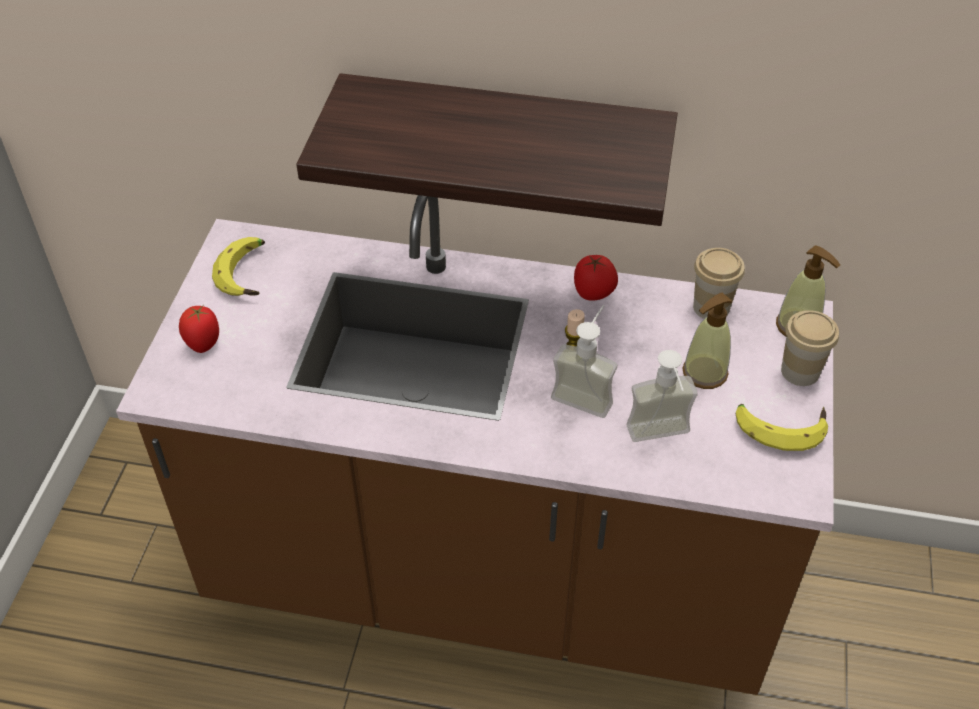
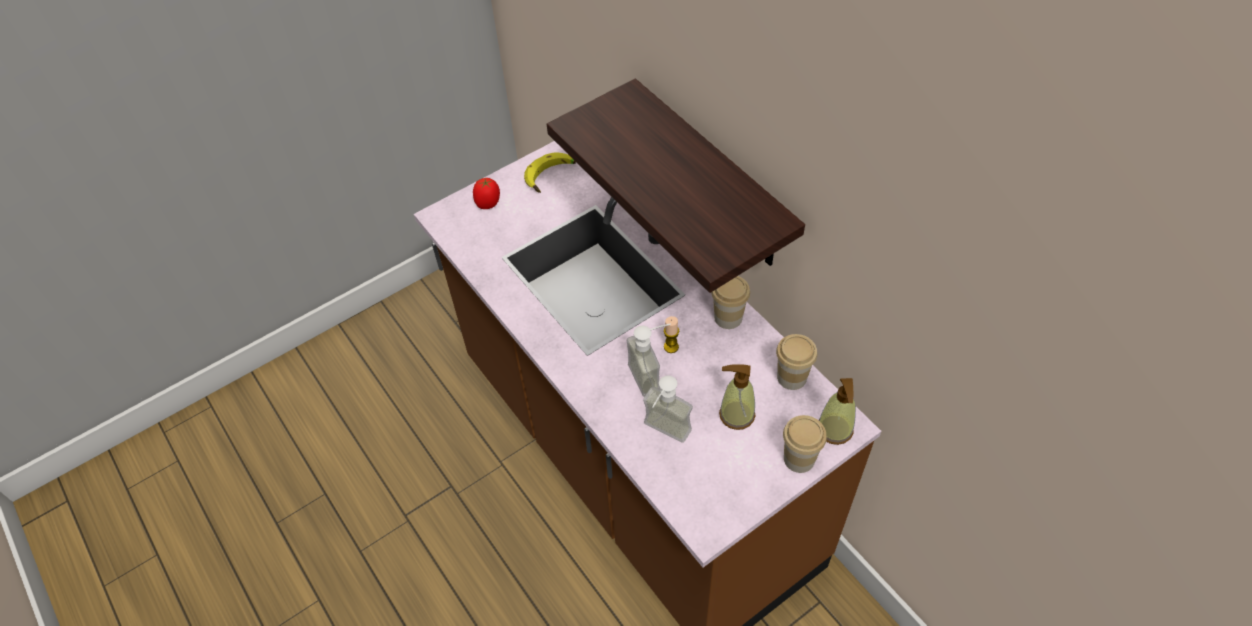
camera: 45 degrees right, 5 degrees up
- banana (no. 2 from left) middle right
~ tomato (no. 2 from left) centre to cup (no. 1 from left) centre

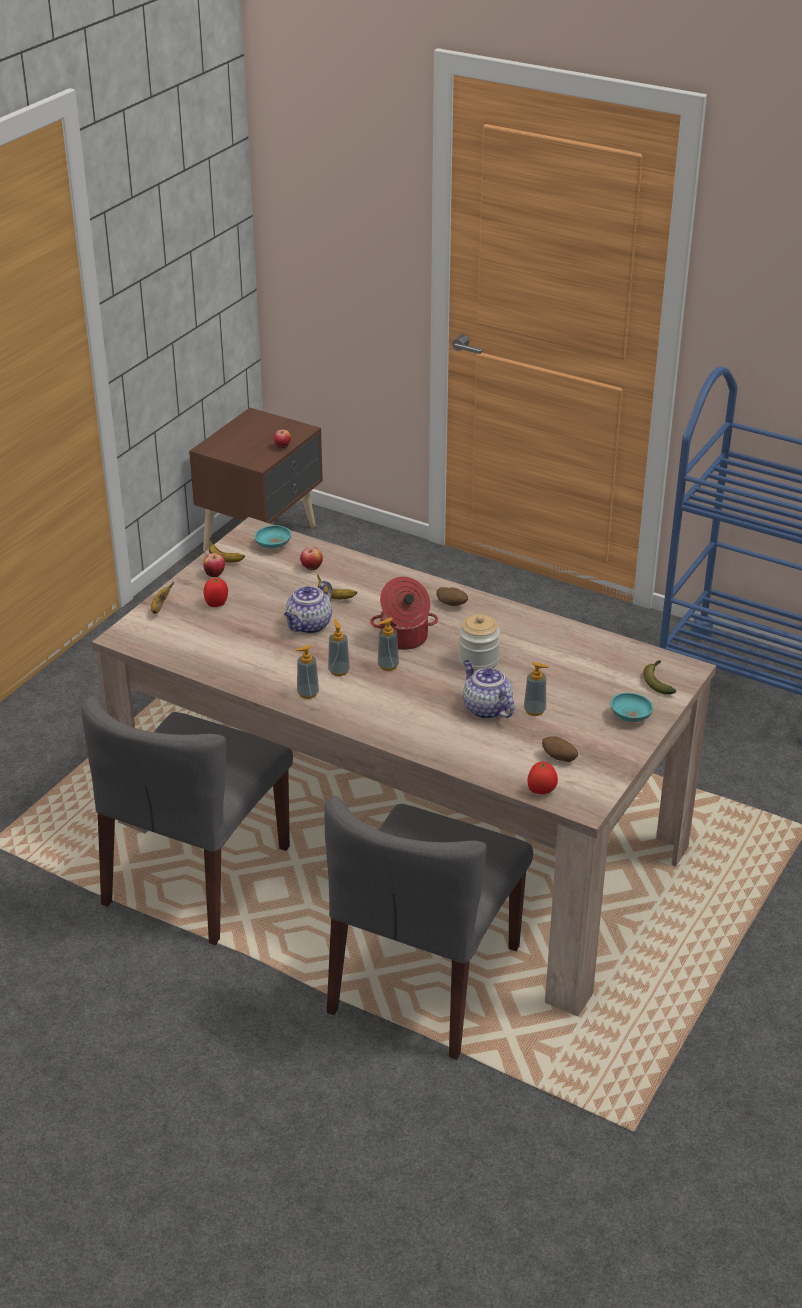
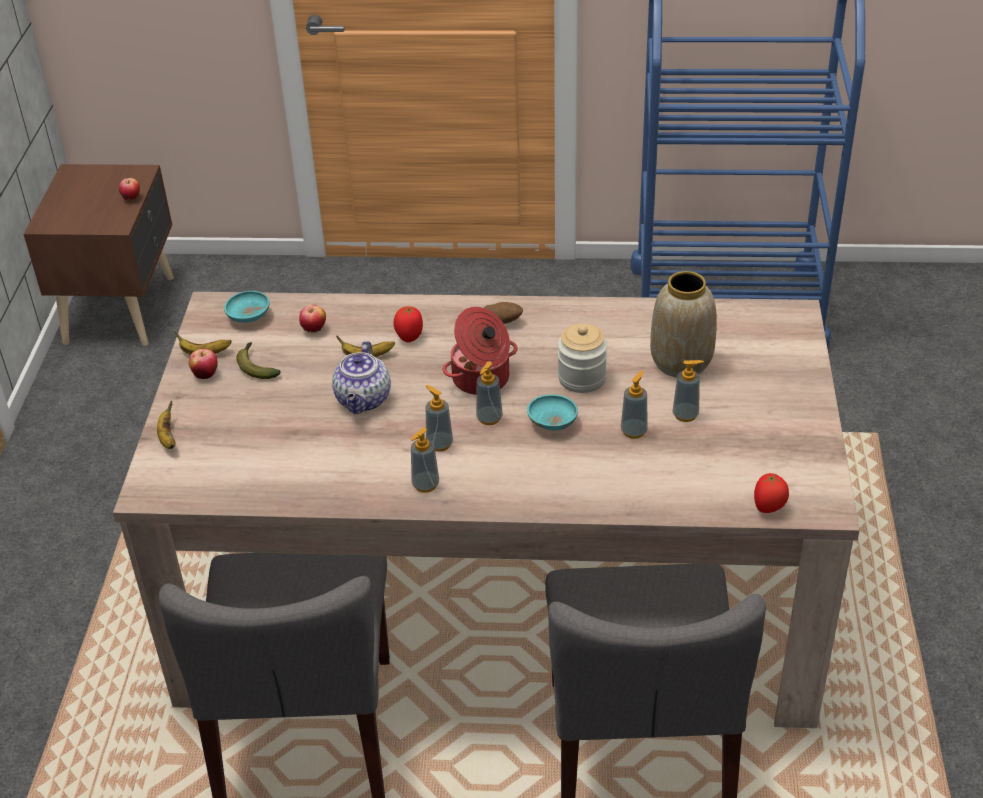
camera: 25 degrees left, 5 degrees up
- potato (no. 2 from left) middle right
+ vase middle right
~ tomato (no. 1 from left) middle left to centre
~ turquoise bowl (no. 2 from left) middle right to centre
~ banana (no. 4 from left in the first image) middle right to banana (no. 3 from left) middle left
~ teapot (no. 2 from left) centre to soap dispenser (no. 4 from left) centre

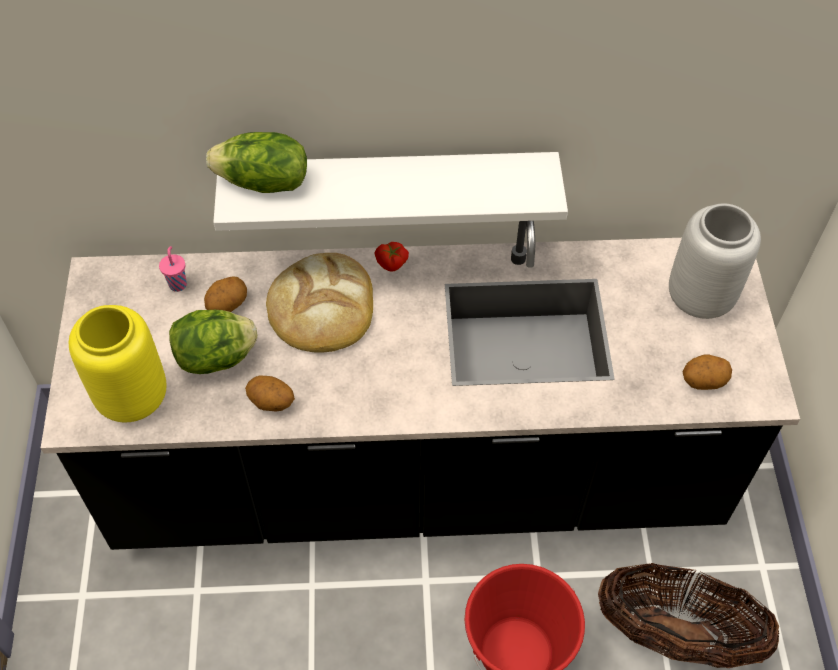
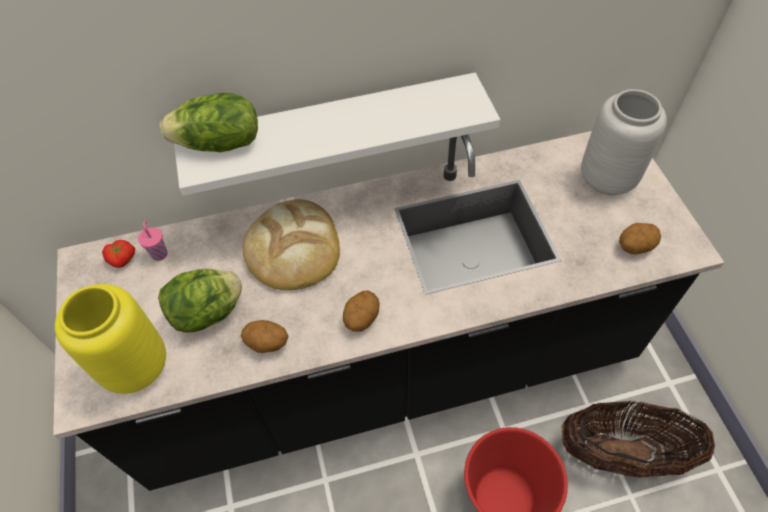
camera: 10 degrees left, 0 degrees up
~ potato (no. 1 from left in the first image) middle left to potato (no. 2 from left) centre
~ tomato centre to middle left

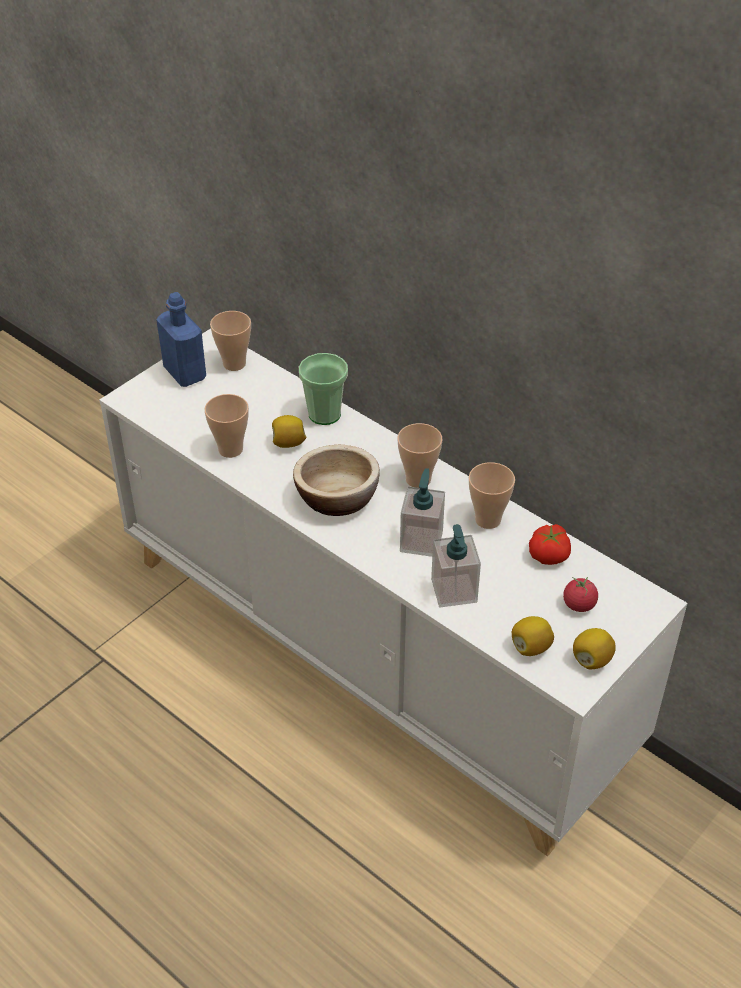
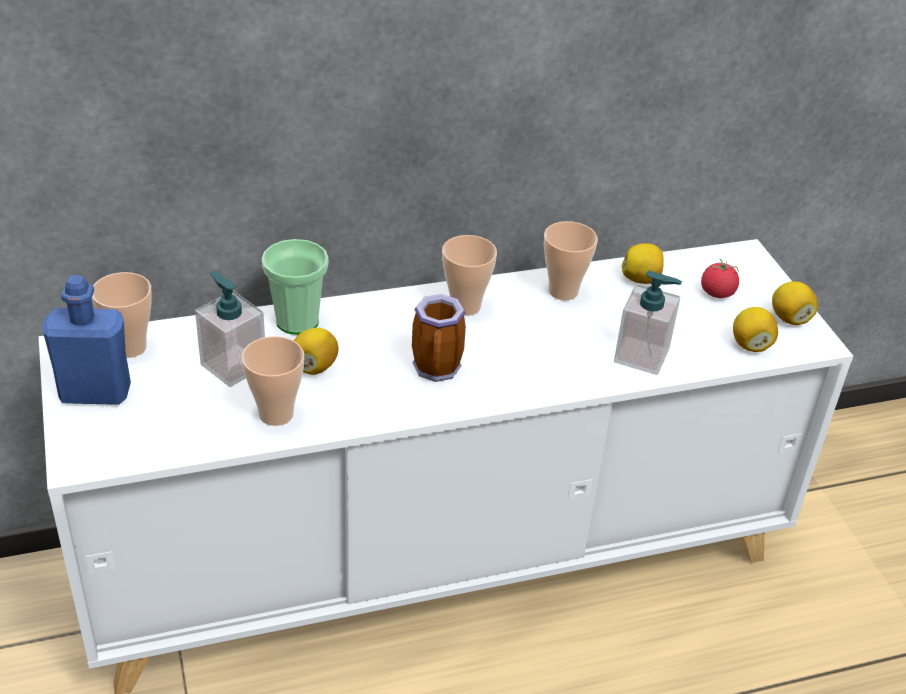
camera: 60 degrees left, 5 degrees down
~ soap dispenser (no. 1 from left) centre to middle left
~ bowl centre to mug centre
~ tomato (no. 1 from left) middle right to lemon (no. 2 from left) middle right

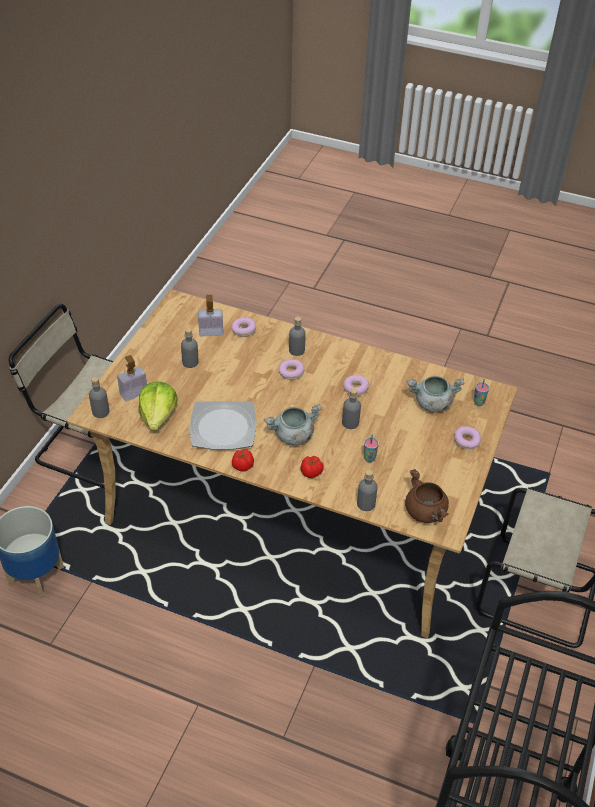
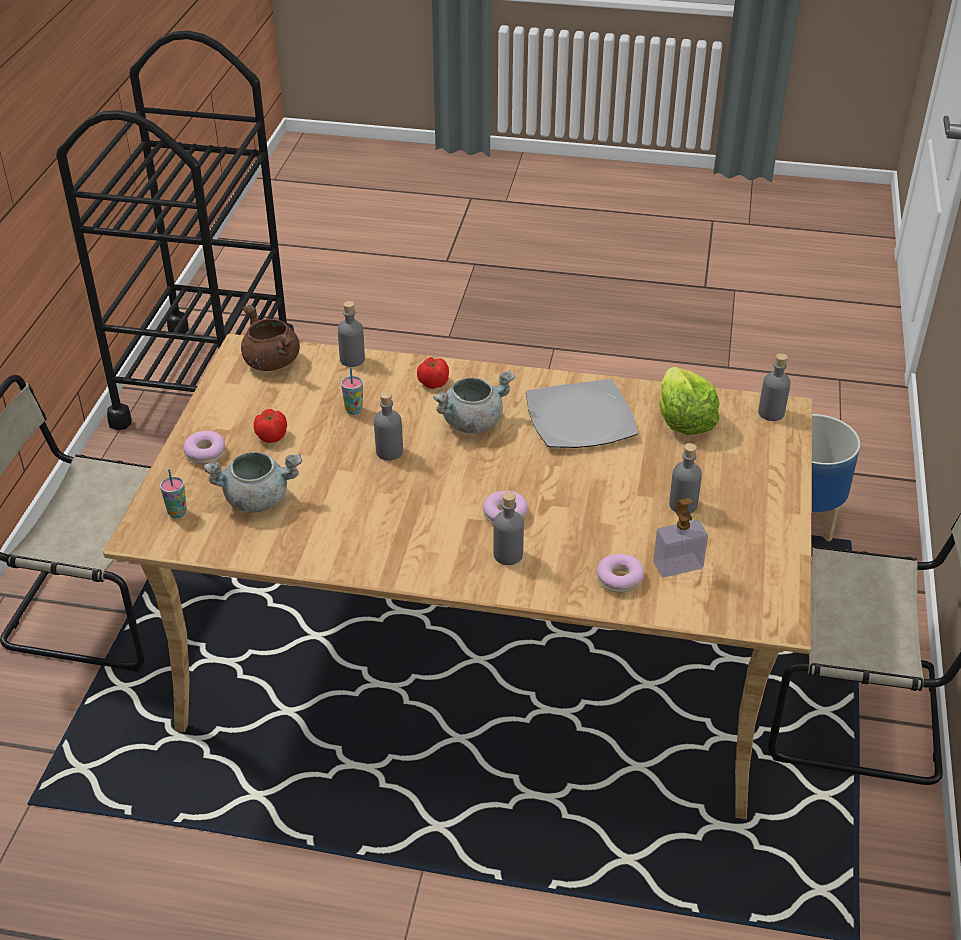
camera: 170 degrees right, 5 degrees down
- soap dispenser (no. 1 from left) middle left
- donut (no. 3 from left) centre
~ tomato (no. 1 from left) centre to middle left

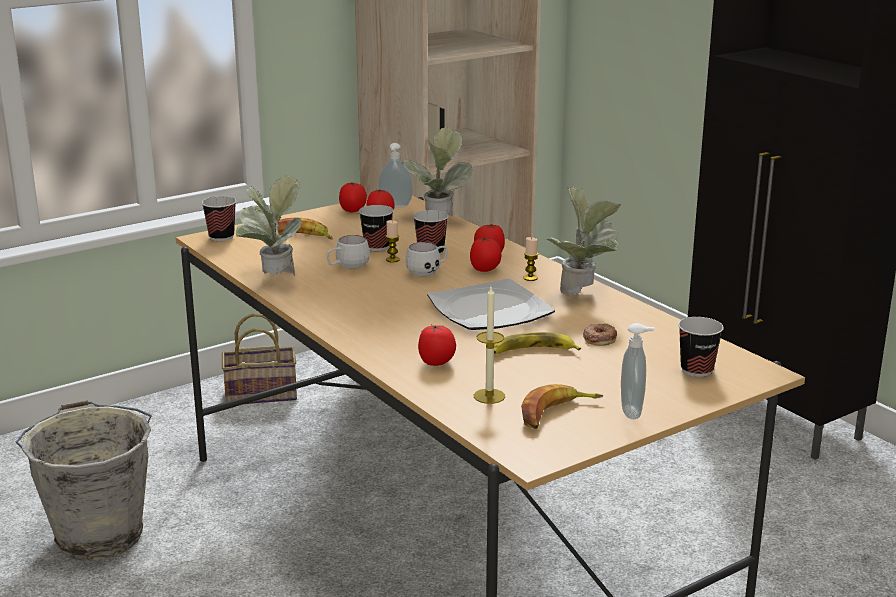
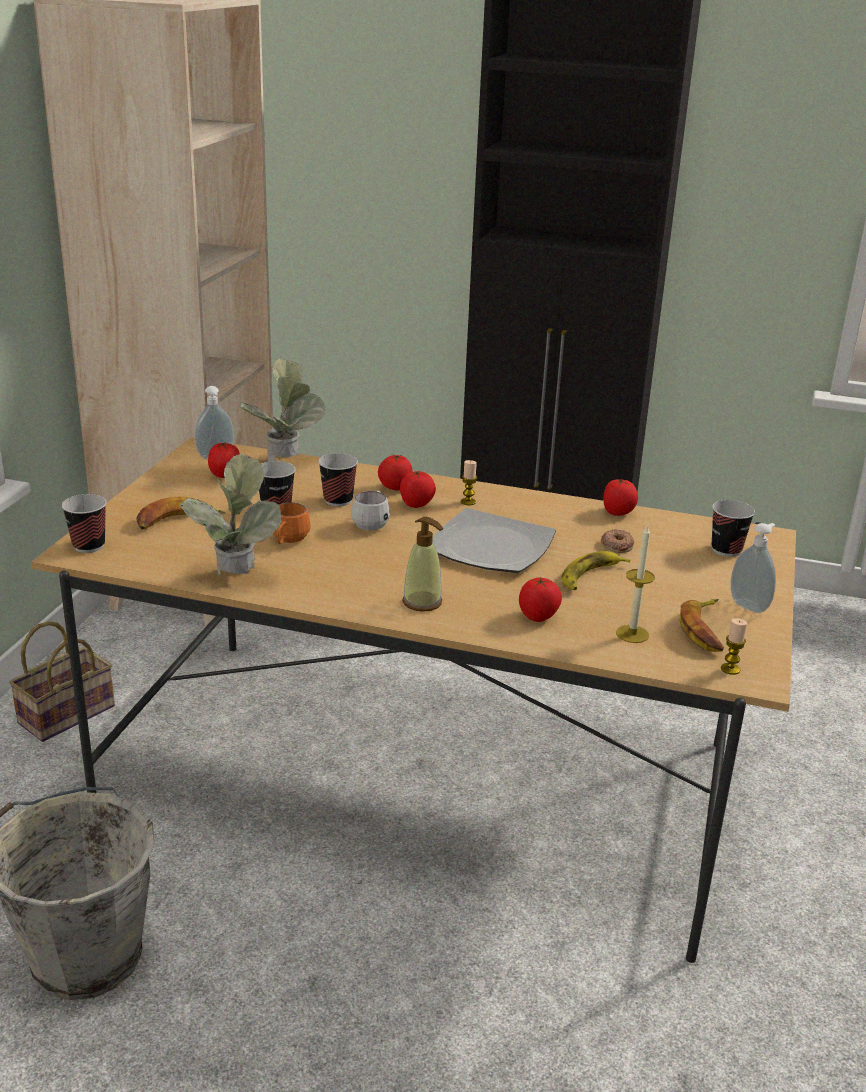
camera: 40 degrees left, 5 degrees up
- potted plant (no. 3 from left) centre
+ soap dispenser (no. 2 from left) centre
~ tomato (no. 1 from left in the first image) top centre to tomato (no. 5 from left) middle right
~ candle (no. 1 from left in the first image) centre to candle (no. 3 from left) middle right
~ white mug (no. 1 from left) centre to orange mug centre

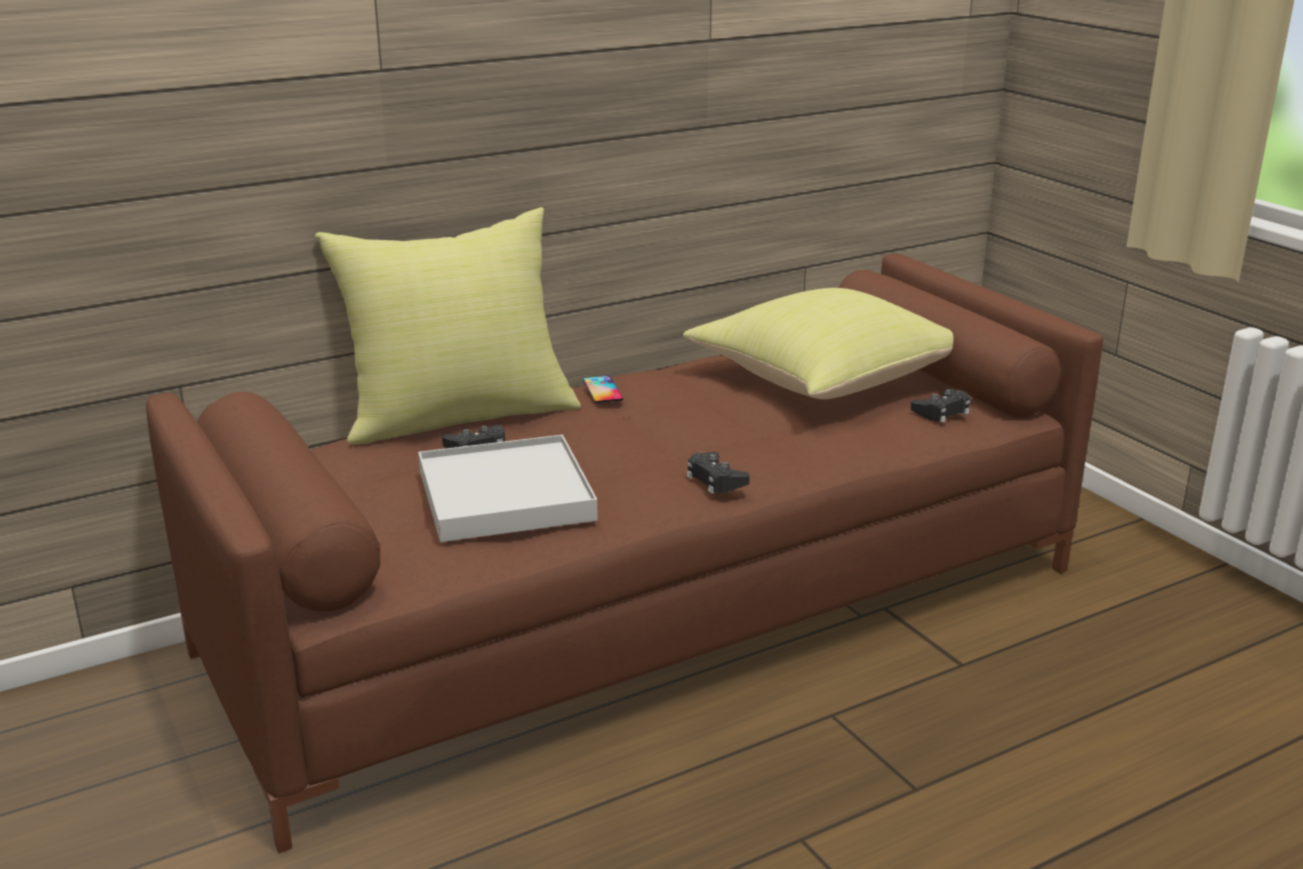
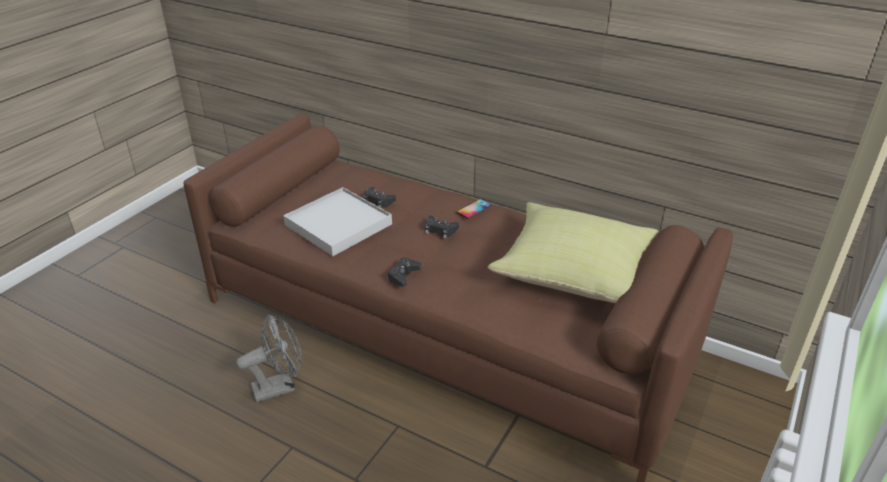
camera: 60 degrees right, 10 degrees up
- yellow pillow (no. 1 from left) centre
+ grey fan bottom left
~ black game controller (no. 3 from left) middle right to centre

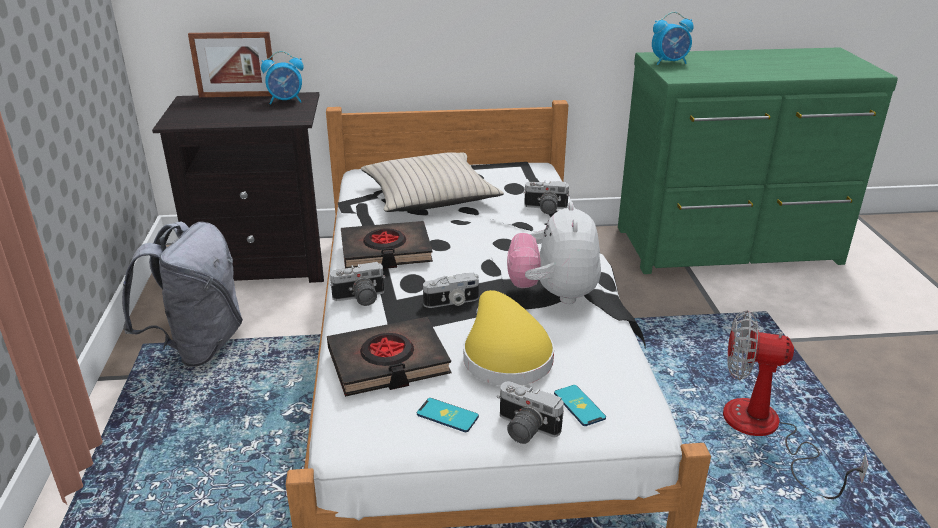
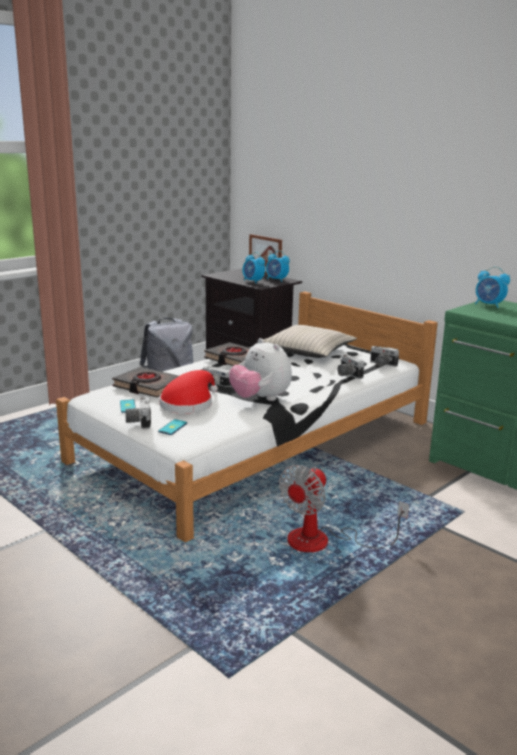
camera: 50 degrees right, 10 degrees down
+ alarm clock (no. 1 from left) centre
~ photo camera (no. 1 from left in the first image) centre to photo camera (no. 4 from left) middle right
~ yellow hat centre to red hat centre
~ plush toy centre = centre 90 degrees counterclockwise
~ fan bottom right = bottom centre 120 degrees counterclockwise

